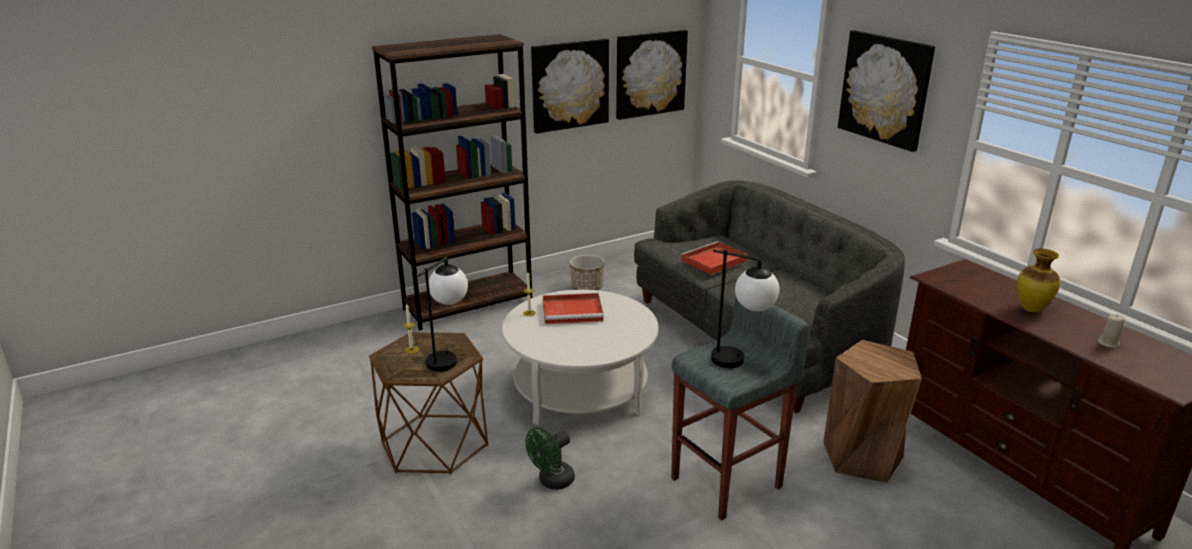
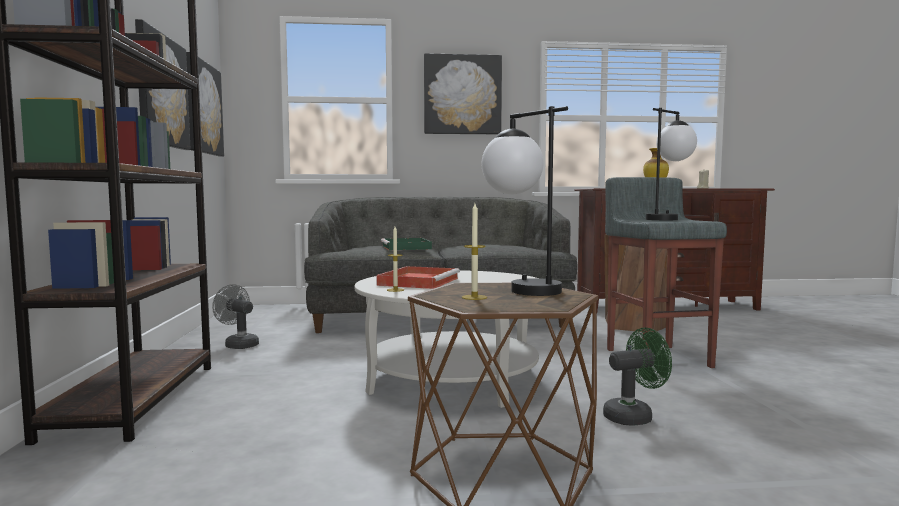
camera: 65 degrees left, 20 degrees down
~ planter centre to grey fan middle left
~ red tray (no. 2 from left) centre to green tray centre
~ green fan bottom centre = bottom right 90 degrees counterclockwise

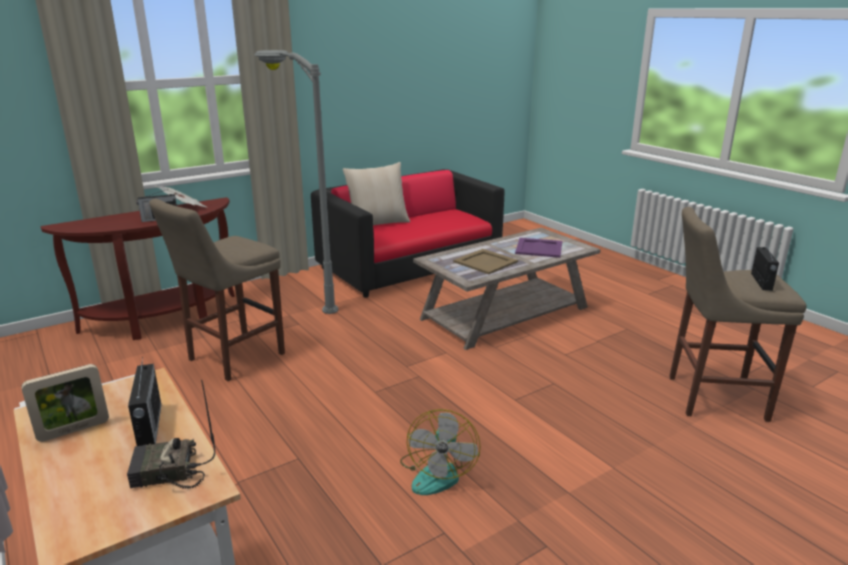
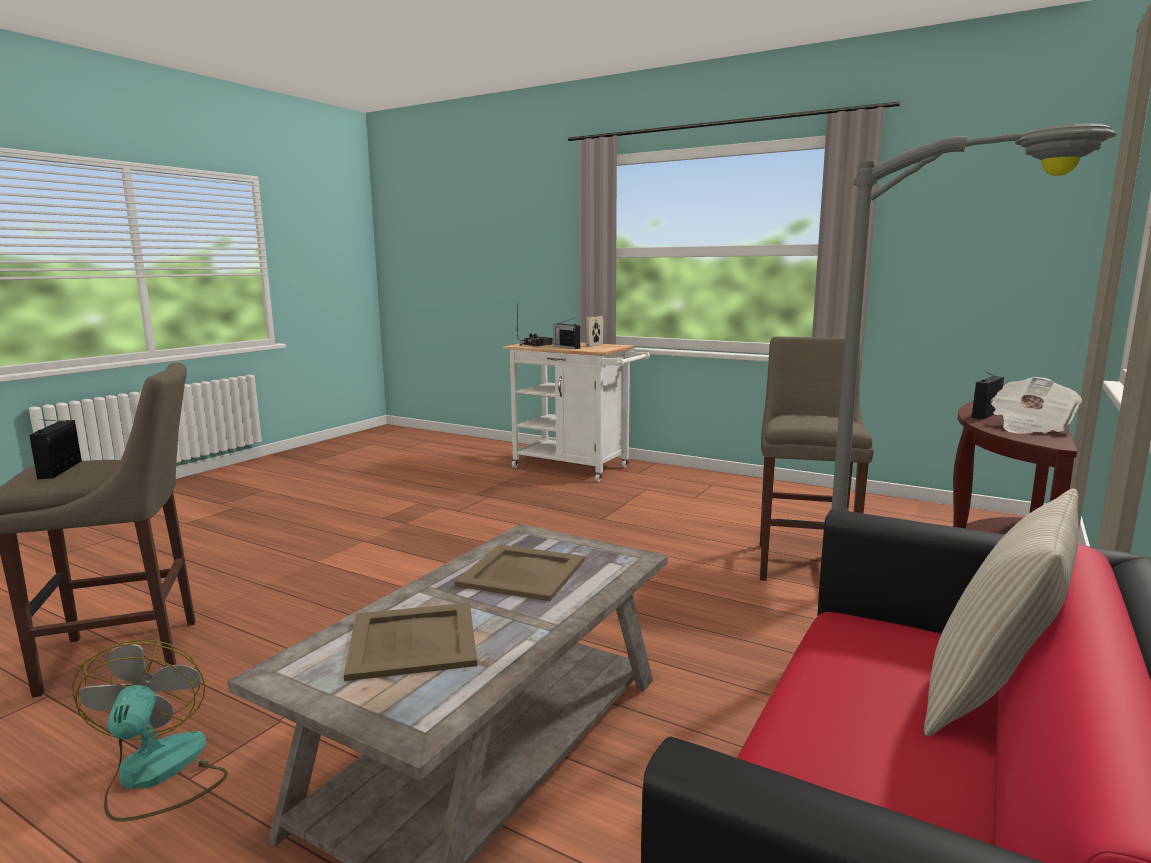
camera: 155 degrees right, 10 degrees down
~ fan bottom centre to bottom left
~ purple tray centre to beige tray (no. 1 from left) bottom centre

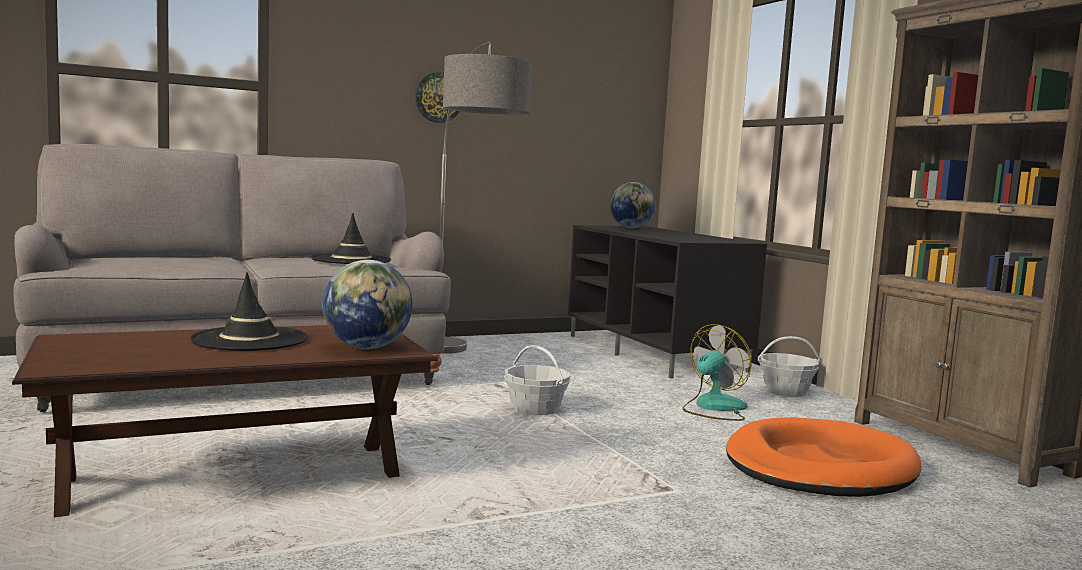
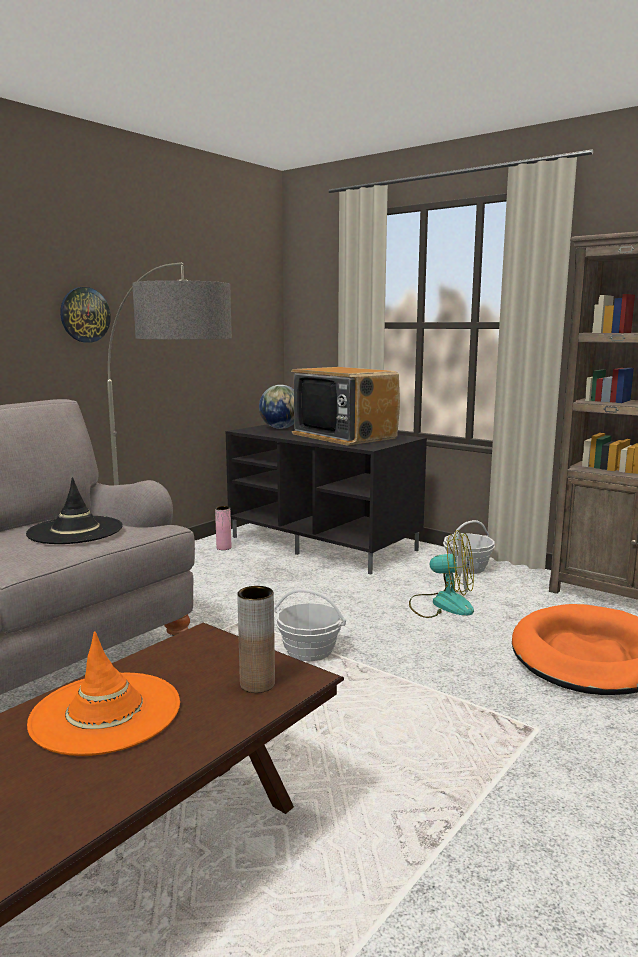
camera: 25 degrees left, 5 degrees up
+ pink vase centre
+ television centre
~ globe (no. 1 from left) centre to brown vase bottom centre
~ black hat (no. 1 from left) middle left to orange hat bottom left
~ fan centre = middle right 90 degrees clockwise

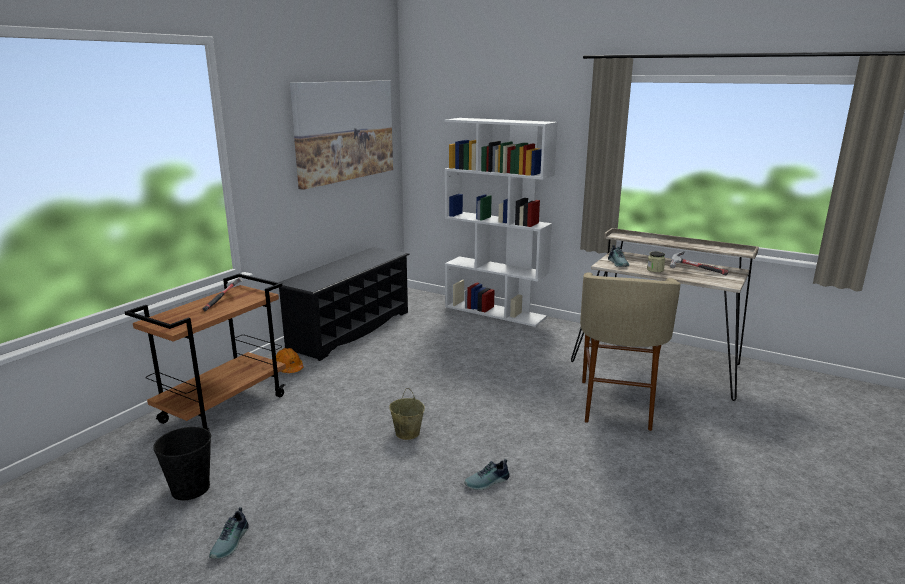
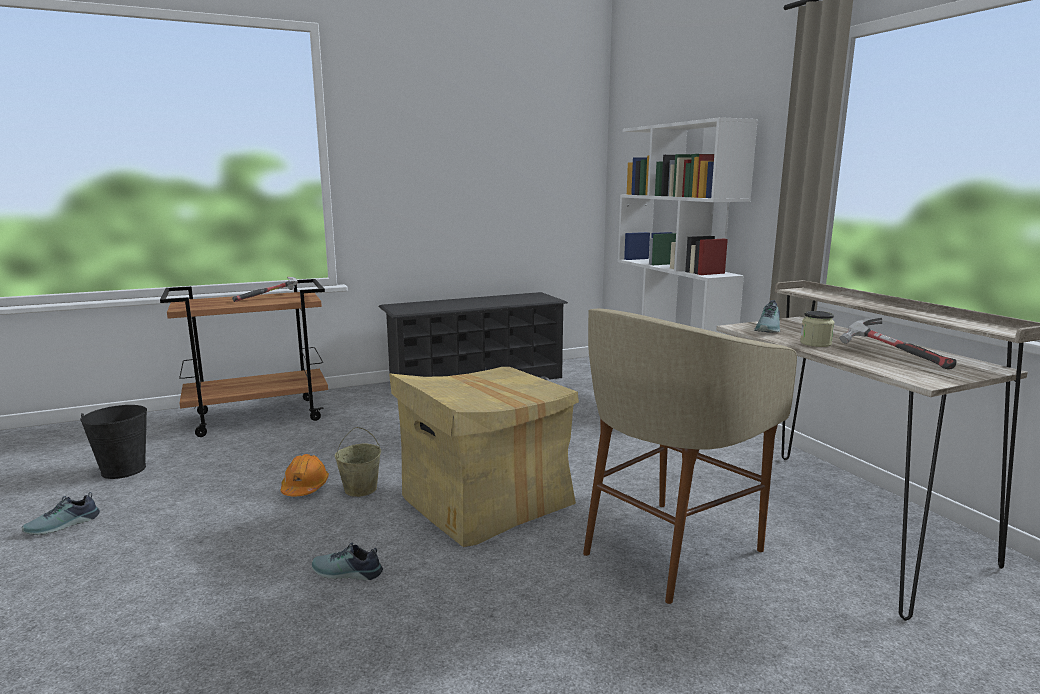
camera: 35 degrees right, 5 degrees down
- picture top centre
+ cardboard box centre
~ orange hard hat middle left to bottom left

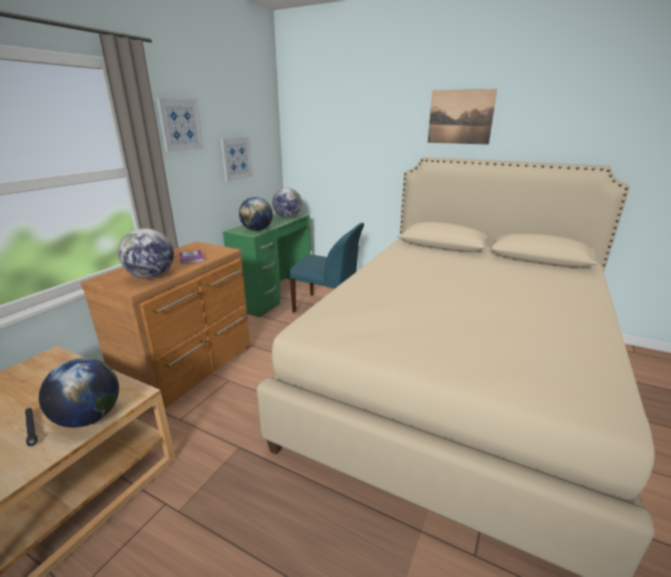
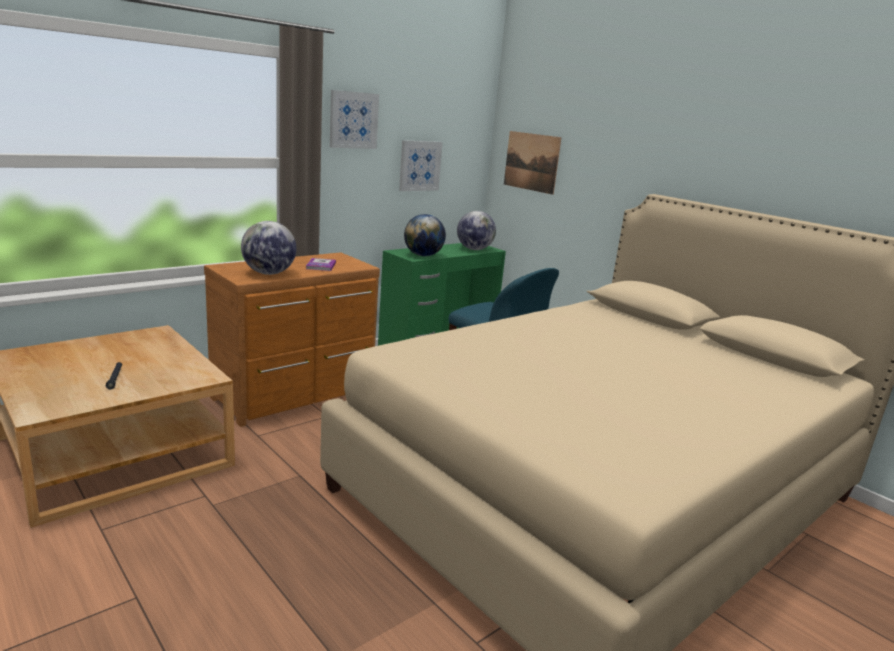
camera: 20 degrees right, 5 degrees down
- globe (no. 1 from left) bottom left
~ picture (no. 3 from left) top right to top centre

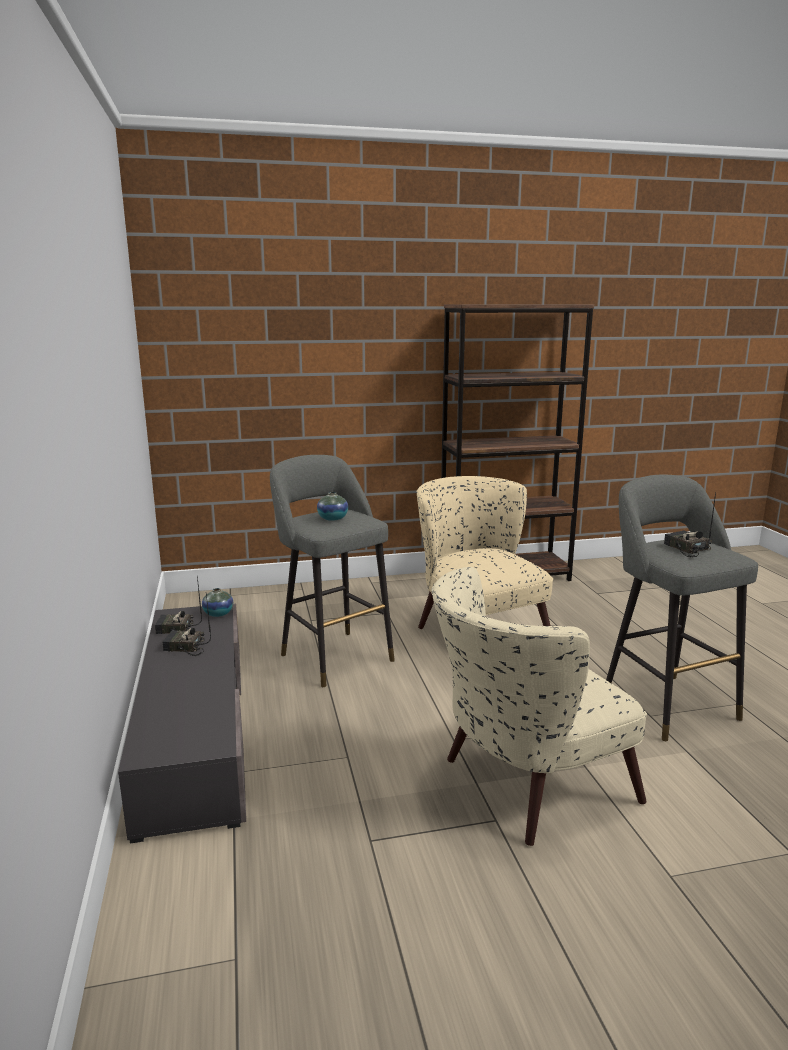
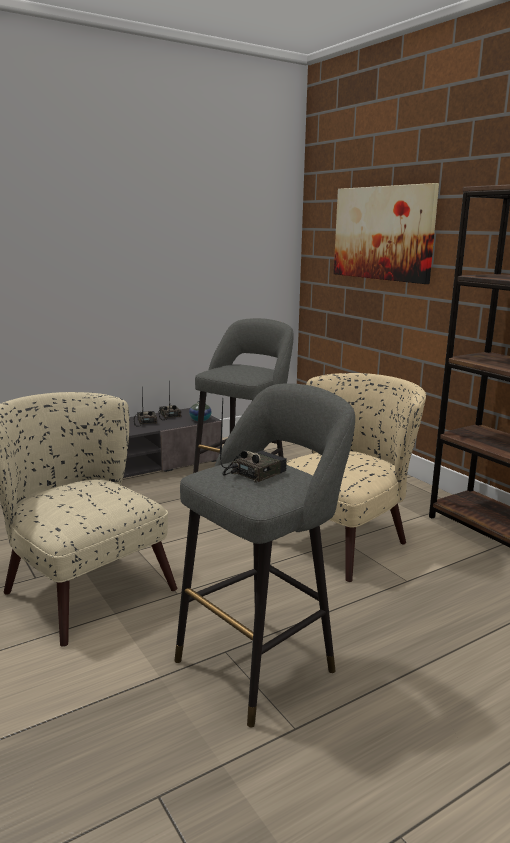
camera: 70 degrees right, 0 degrees up
- vase (no. 2 from left) centre
+ picture top right

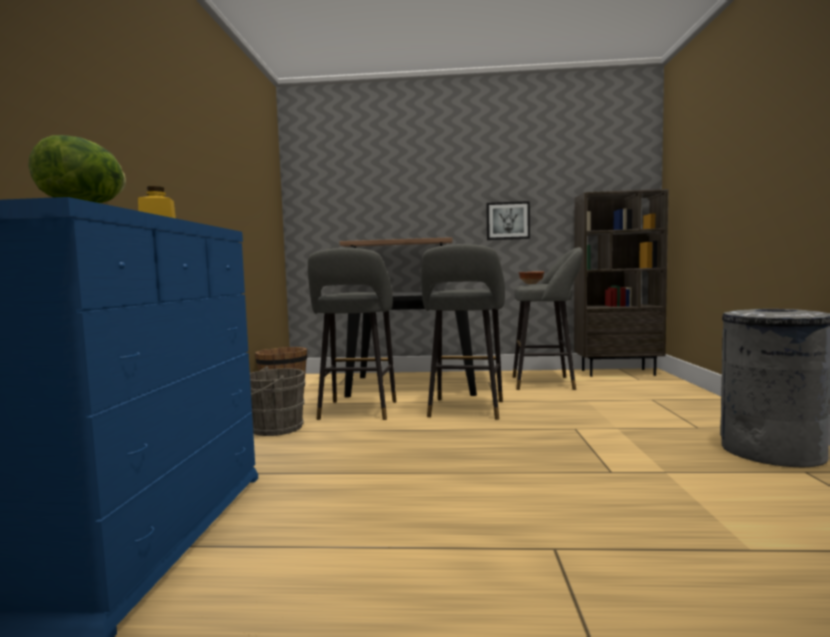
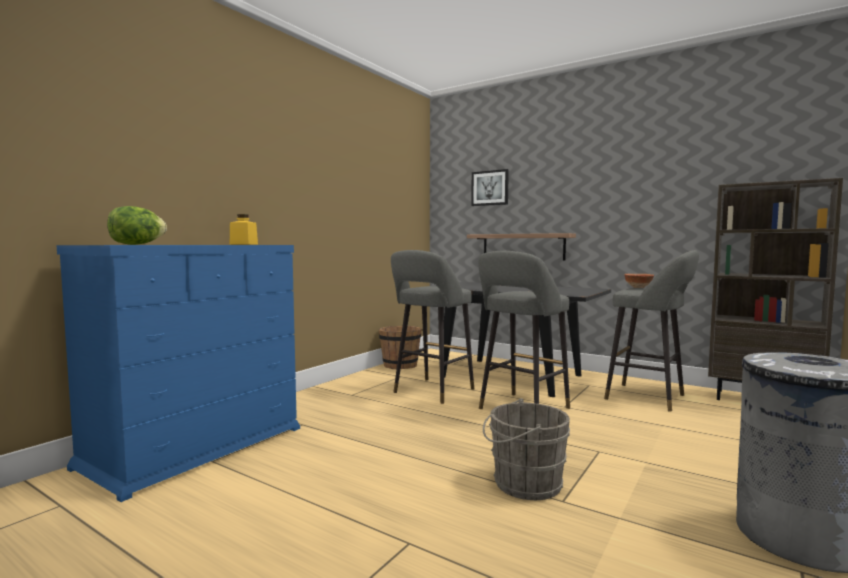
camera: 30 degrees right, 0 degrees up
~ grey bucket centre to bottom centre
~ picture centre to top centre

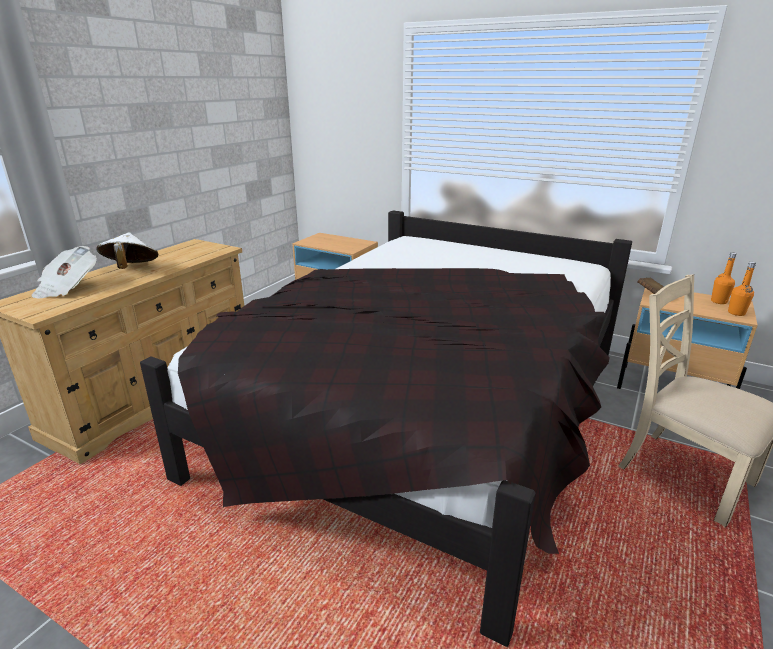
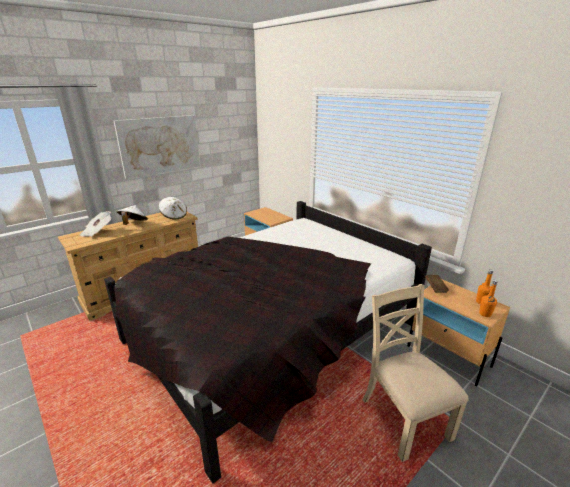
camera: 20 degrees right, 0 degrees up
+ picture top left
+ white hat (no. 2 from left) middle left

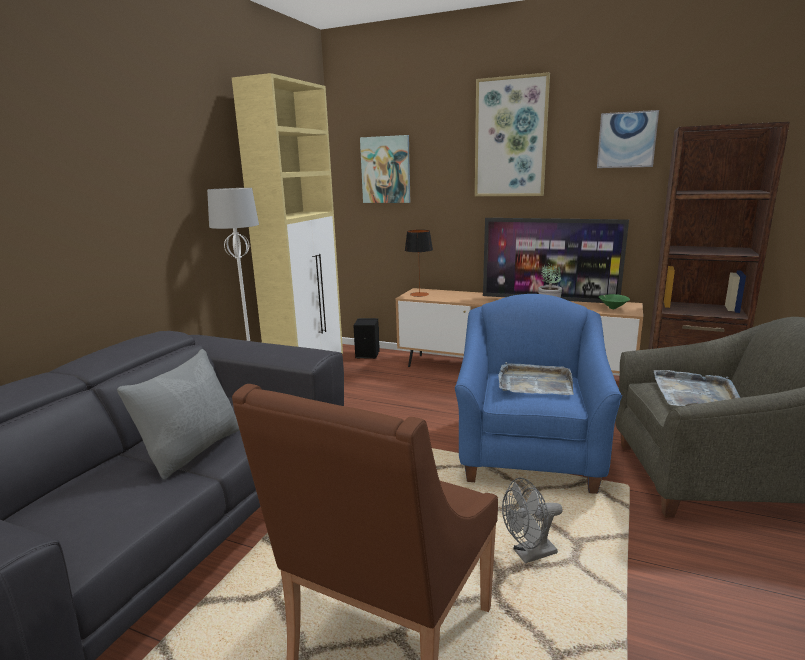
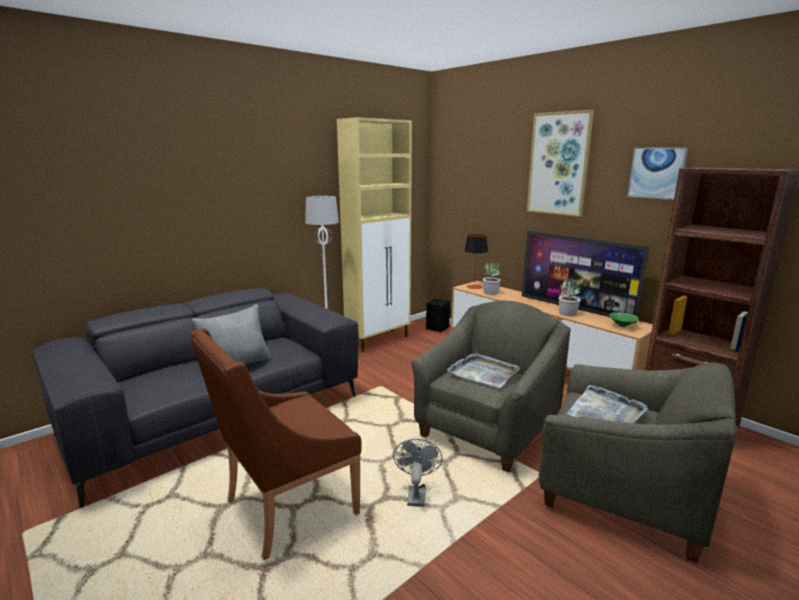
camera: 25 degrees right, 0 degrees up
- picture (no. 1 from left) top centre
+ potted plant (no. 1 from left) centre
~ blue armchair middle right to grey armchair (no. 1 from left) centre
~ grey fan bottom centre = bottom centre 90 degrees clockwise

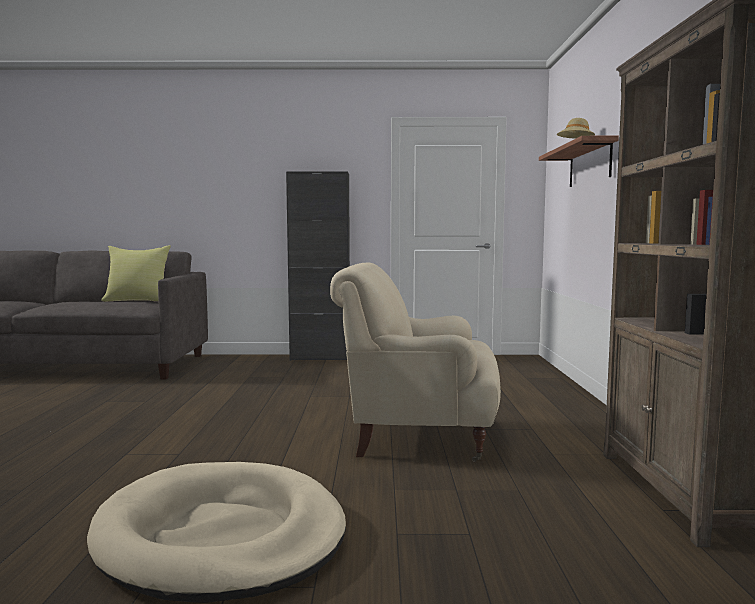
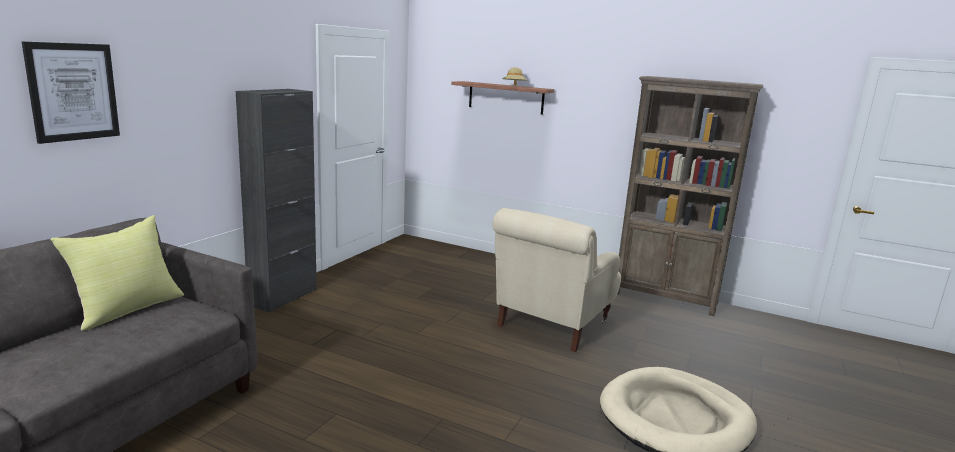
camera: 65 degrees left, 10 degrees up
+ picture top left

